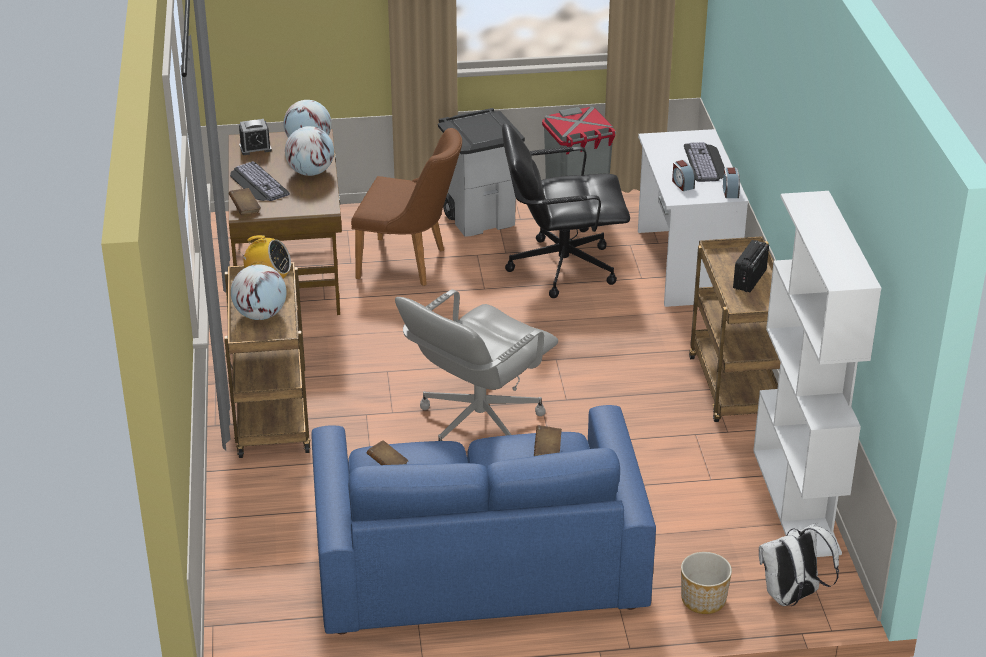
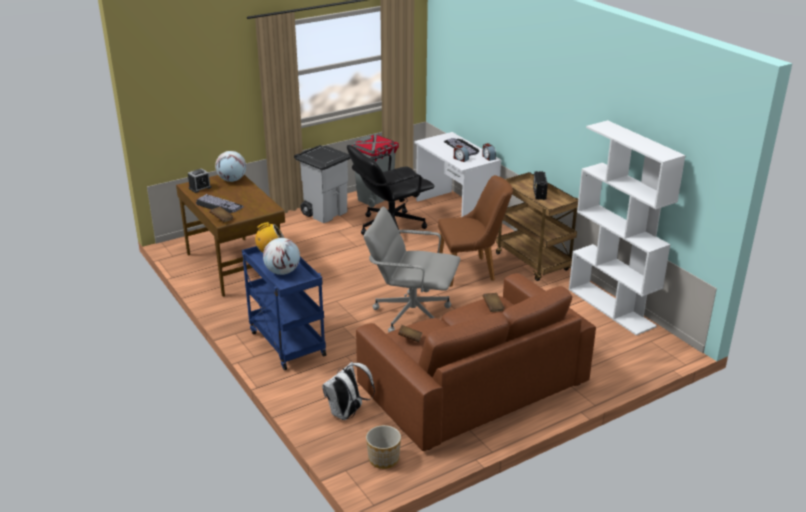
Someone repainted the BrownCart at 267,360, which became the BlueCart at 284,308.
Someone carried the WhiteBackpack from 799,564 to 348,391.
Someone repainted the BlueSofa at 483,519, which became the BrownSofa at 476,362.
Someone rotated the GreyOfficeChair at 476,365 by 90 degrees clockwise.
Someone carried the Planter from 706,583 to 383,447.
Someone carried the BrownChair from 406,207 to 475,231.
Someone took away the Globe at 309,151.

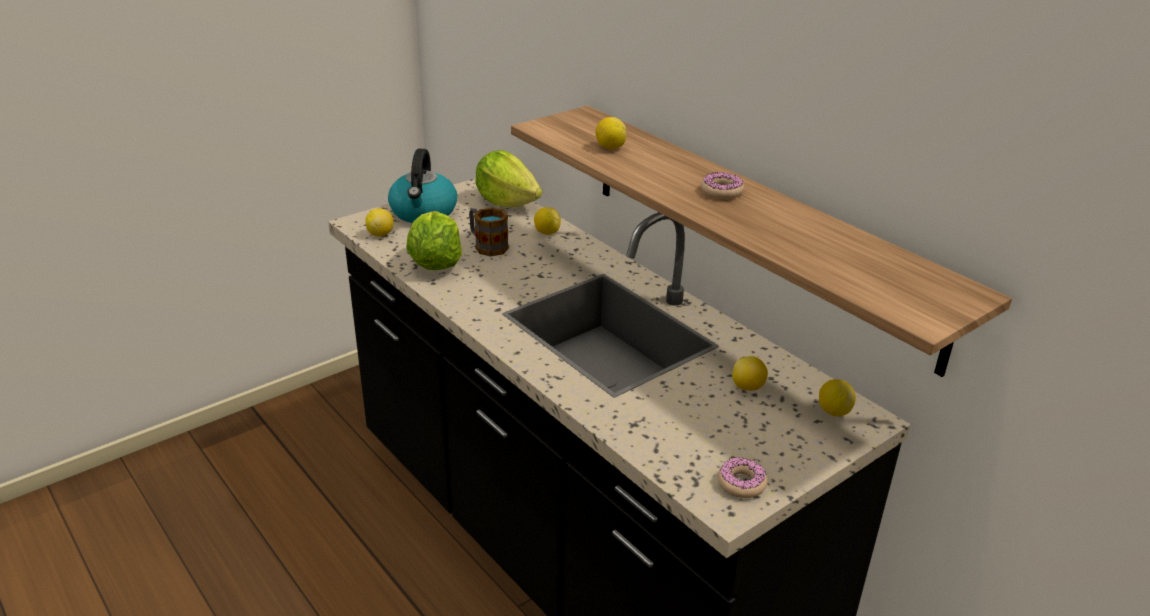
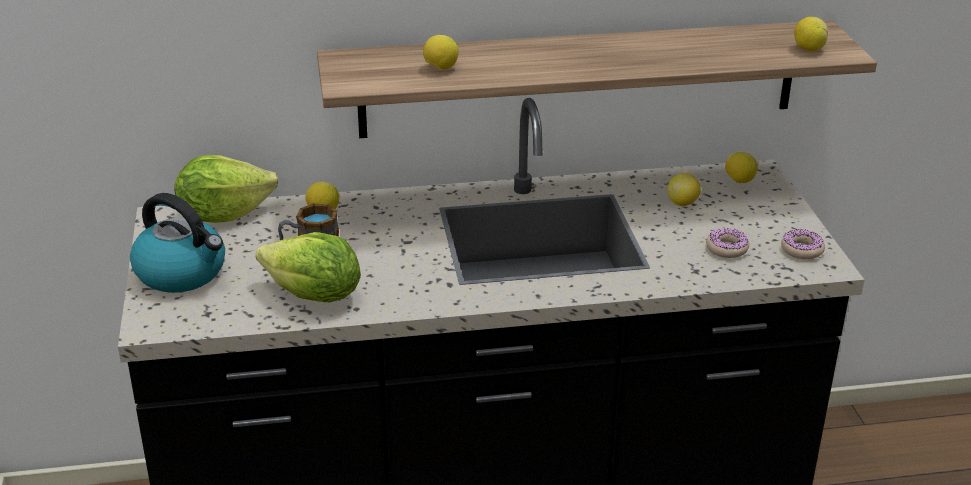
Someone carried the Donut from 722,185 to 727,243.
Someone carried the Lemon from 379,222 to 811,34.

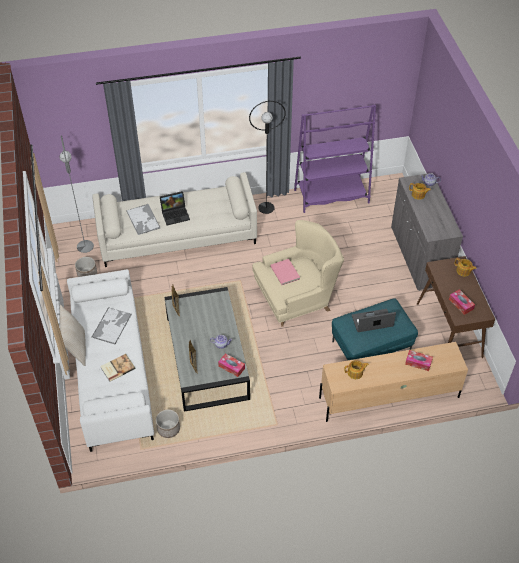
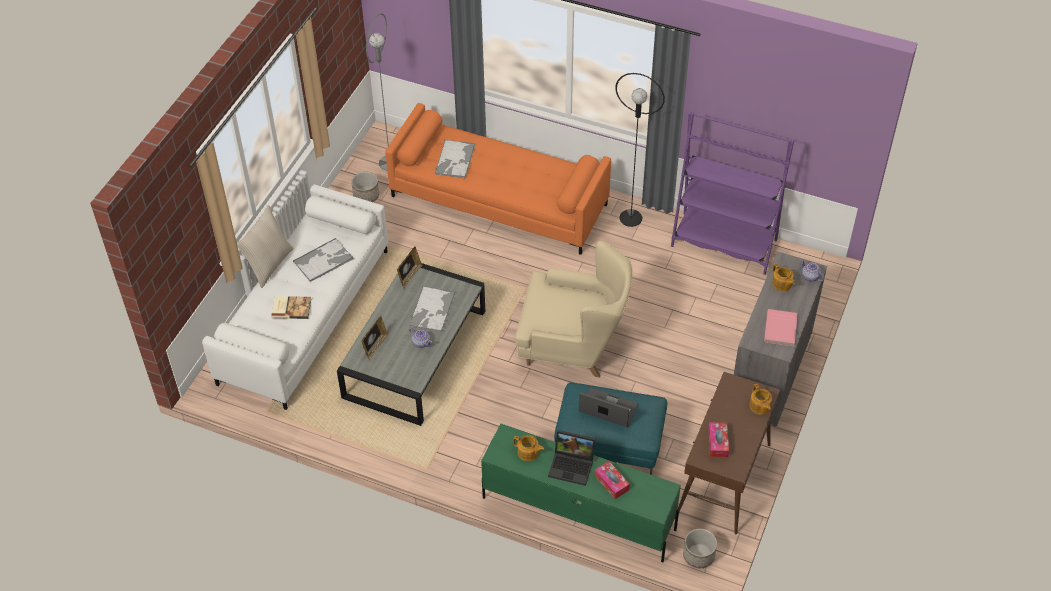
Someone repainted the BeigeSofa at 174,219, which became the OrangeSofa at 498,179.
Someone put down the Tray at 432,309.
Someone repainted the BeigeTvStand at 393,382, which became the GreenTvStand at 581,493.
Someone carried the Laptop from 175,208 to 572,458.
Someone carried the Planter from 168,423 to 700,548.
Someone carried the PinkBook from 285,272 to 781,327.
Someone took away the TissueBox at 231,365.

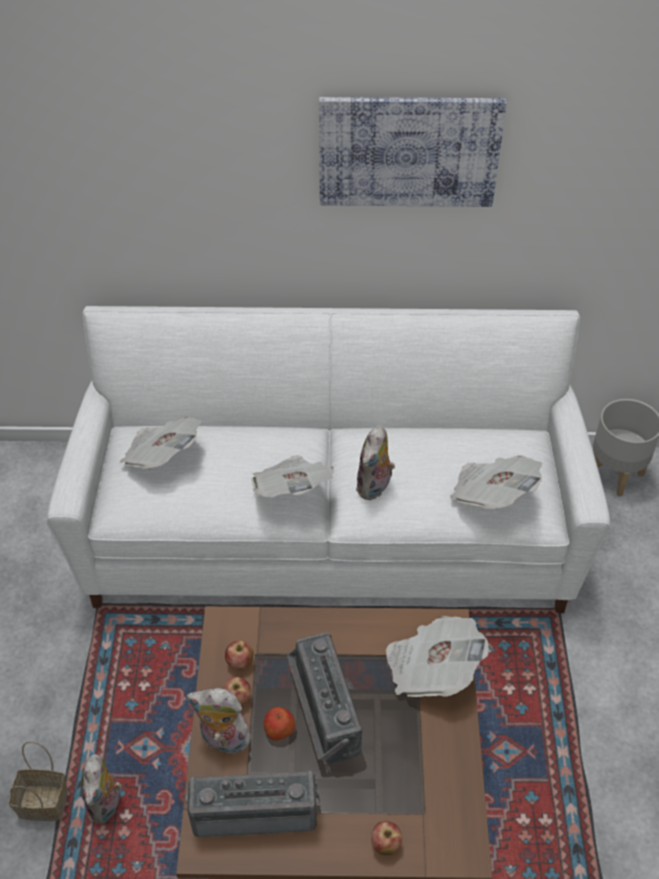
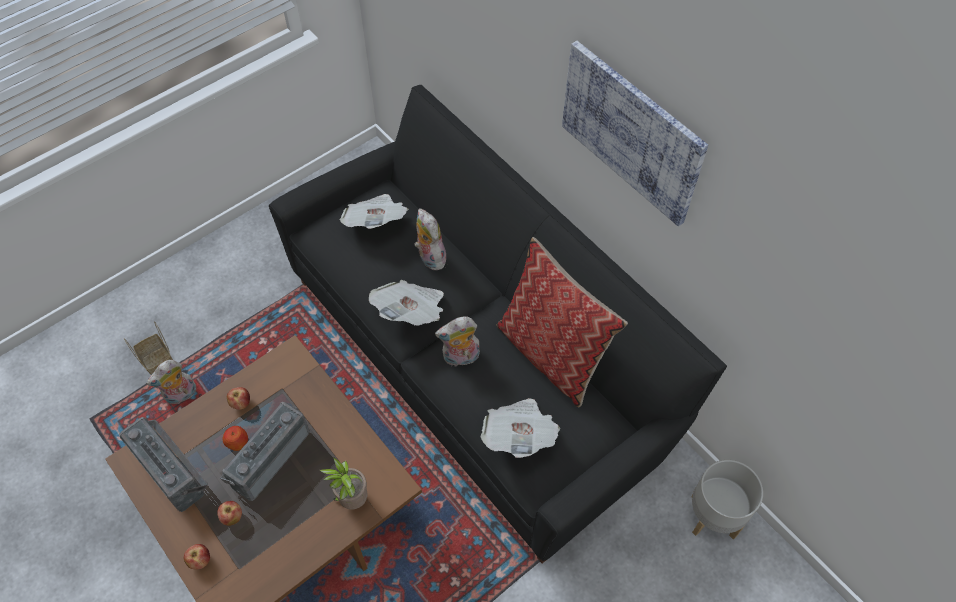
Someone carried the Apple from 239,655 to 229,513.
Someone repainted the WhiteSofa at 328,459, which became the BlackSofa at 498,324.
Someone swapped the Newspaper at 437,656 for the PottedPlant at 343,483.
Someone carried the PlushToy from 219,721 to 430,239.
Someone put down the Pillow at 562,322.

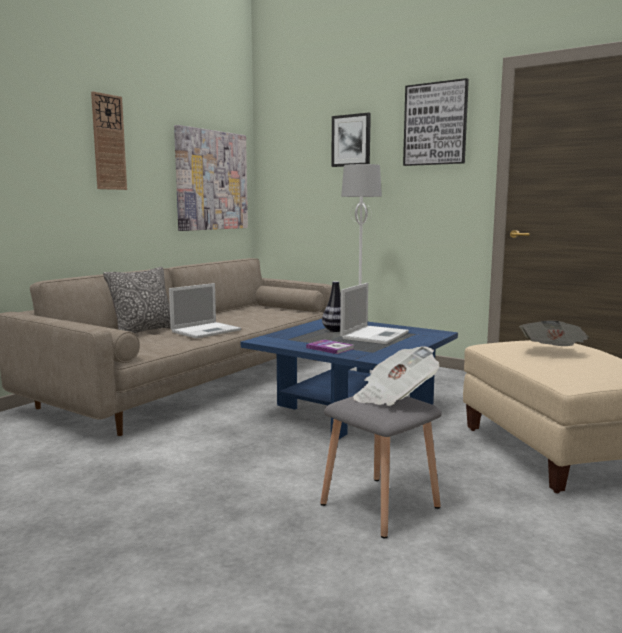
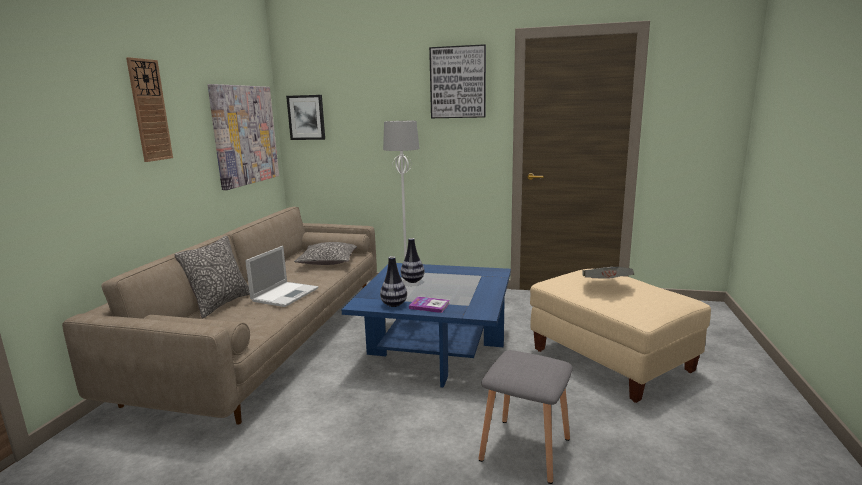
Someone carried the Picture from 351,140 to 305,117.
Someone put down the Pillow at 325,253.
Someone put down the Vase at 393,281.
Someone took away the Laptop at 374,313.
Someone took away the Newspaper at 396,376.

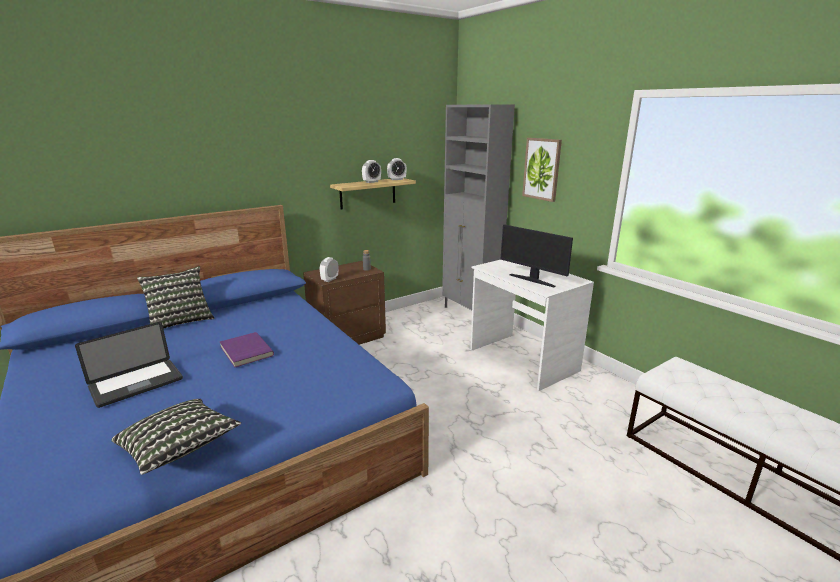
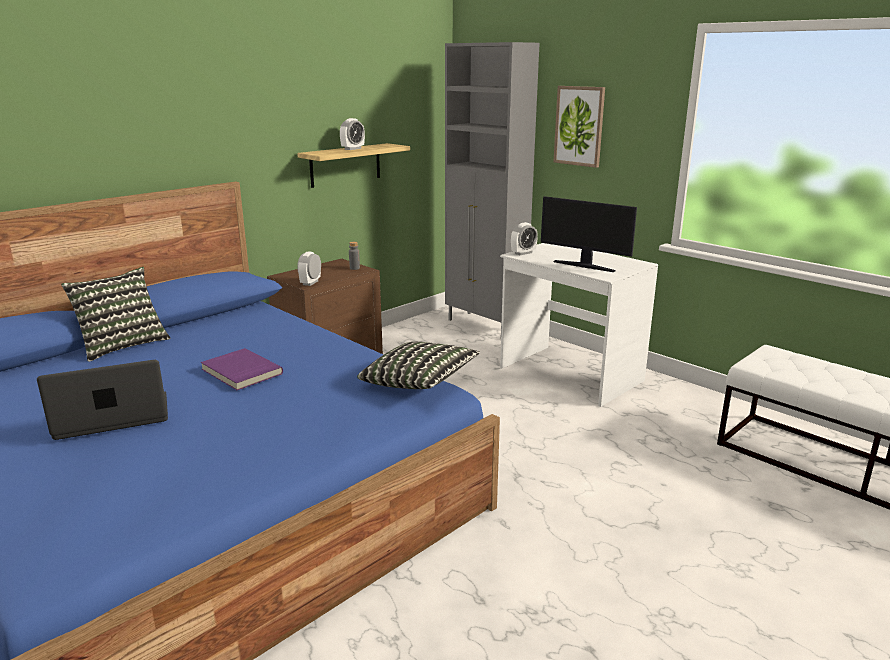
Someone rotated the Laptop at 129,365 by 150 degrees counterclockwise.
Someone carried the Pillow from 176,437 to 418,365.
Someone carried the AlarmClock from 397,169 to 524,238.

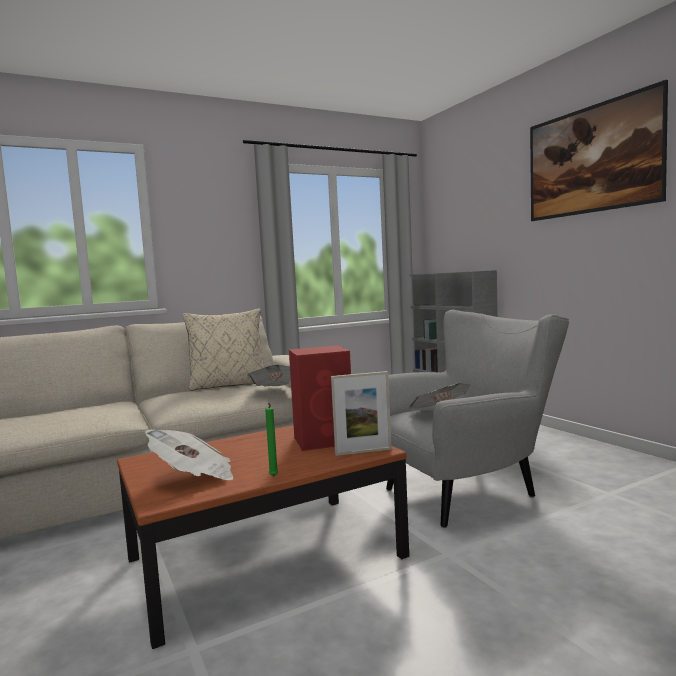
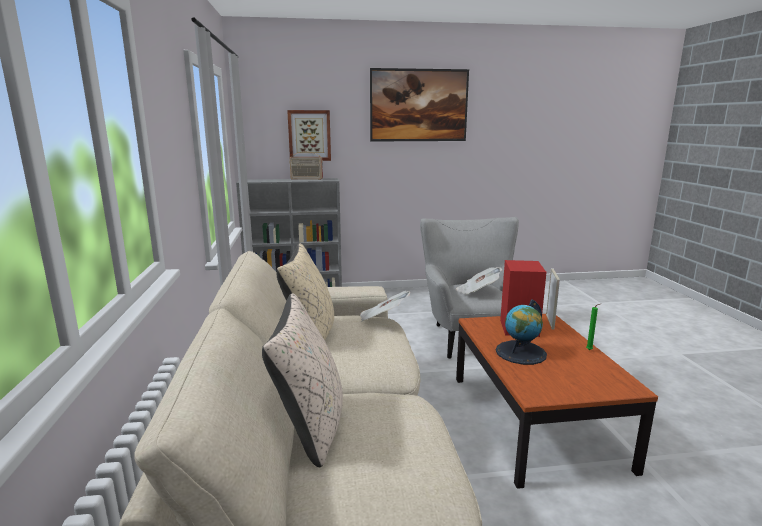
Someone put down the BeigePillow at 302,380.
Someone put up the Picture at 309,135.
Someone put down the Radio at 306,165.
Someone put down the Globe at 521,332.
Someone took away the Newspaper at 189,455.

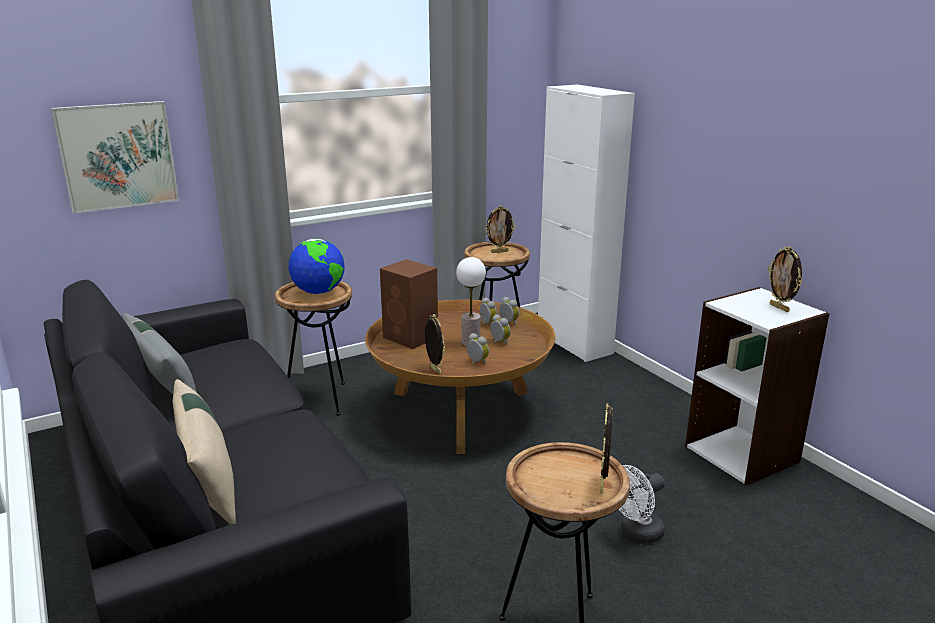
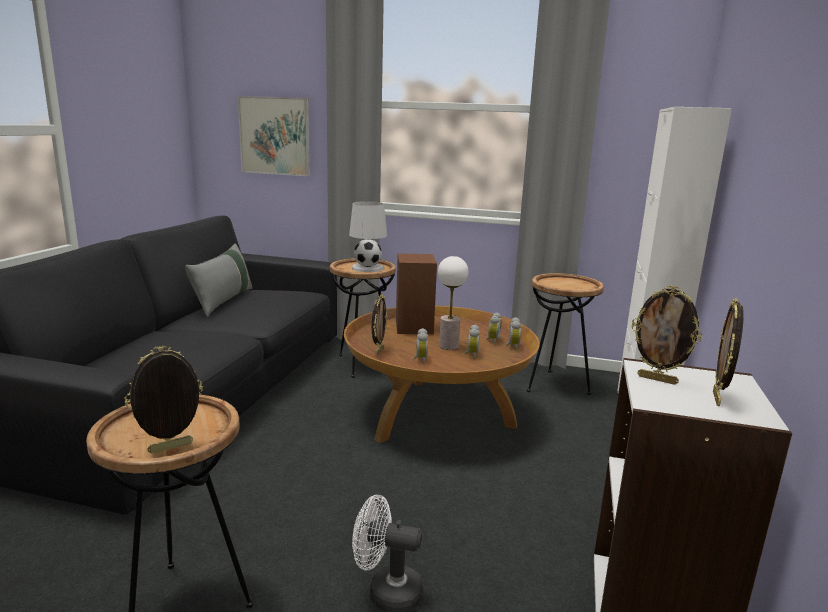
Someone swapped the Globe at 316,266 for the WhiteTableLamp at 368,236.
Someone carried the PictureFrame from 500,229 to 667,335.
Someone took away the BeigePillow at 204,452.

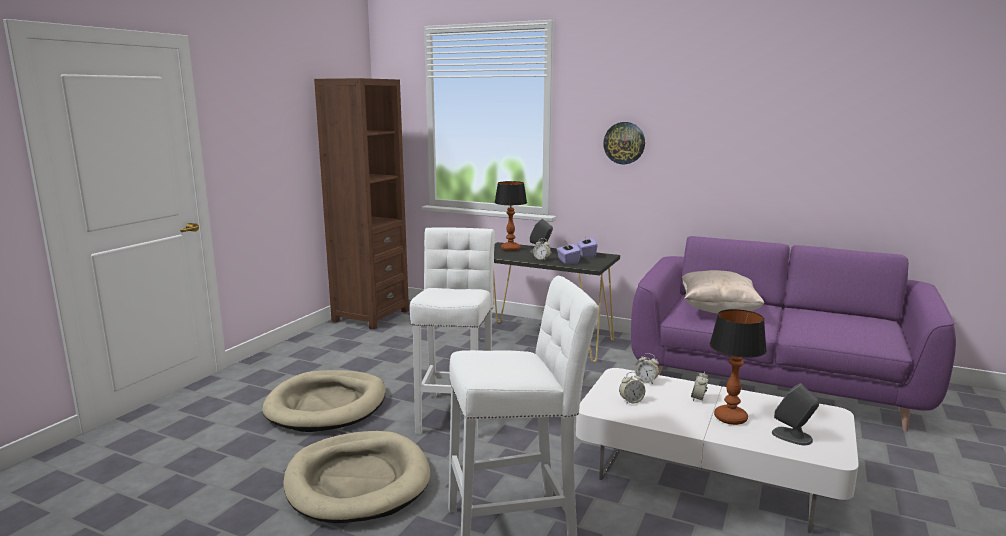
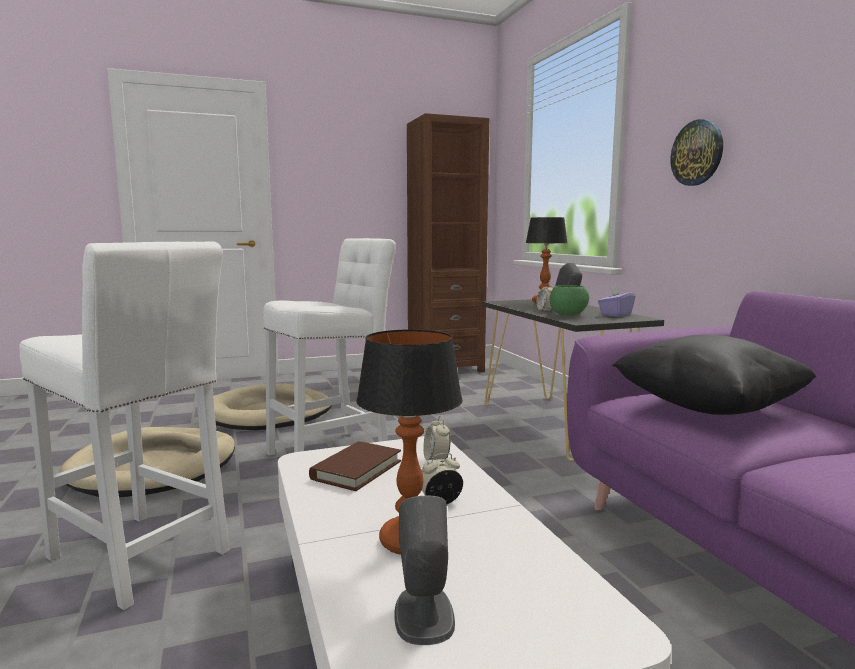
Someone swapped the AlarmClock at 632,388 for the BrownBook at 355,466.
Someone swapped the PurpleTissueBox at 569,252 for the GreenBowl at 569,300.
Someone repainted the BeigePillow at 723,292, which became the BlackPillow at 714,375.

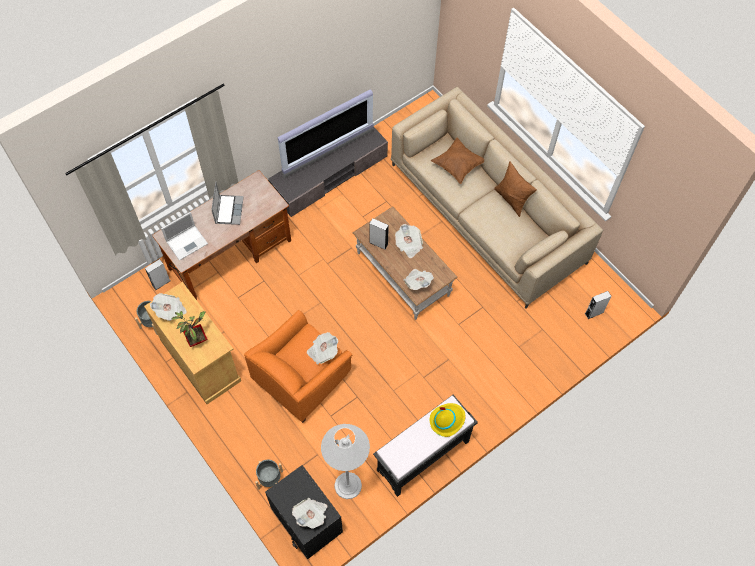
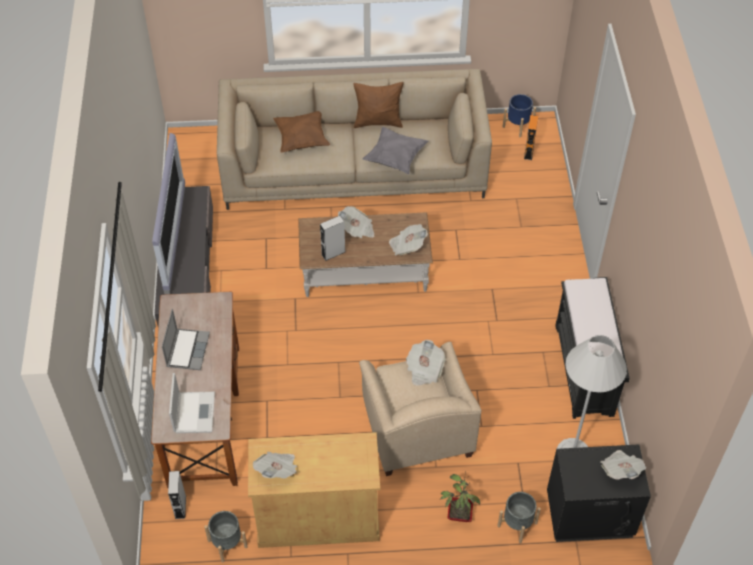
Someone rotated the Laptop at 227,203 by 60 degrees clockwise.
Someone repainted the OrangeArmchair at 298,366, which became the BeigeArmchair at 420,409.
Someone put down the GreyPillow at 395,150.
Someone carried the PottedPlant from 189,329 to 460,496.
Someone put down the BluePlanter at 519,115.
Someone repainted the GreySpeaker at 598,305, which became the OrangeSpeaker at 531,137.
Someone took away the YellowHat at 448,420.

